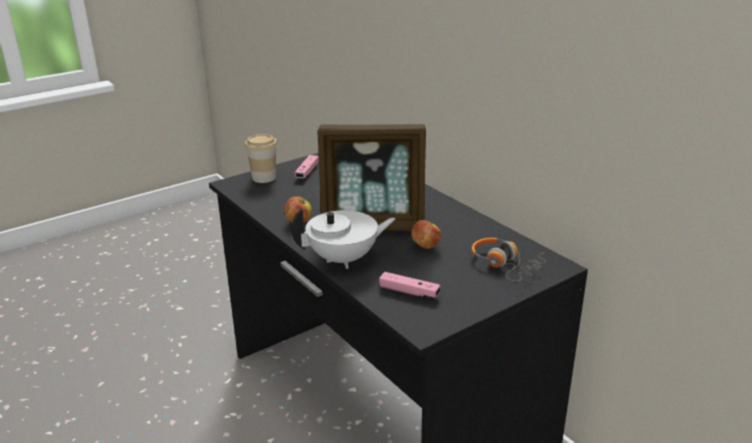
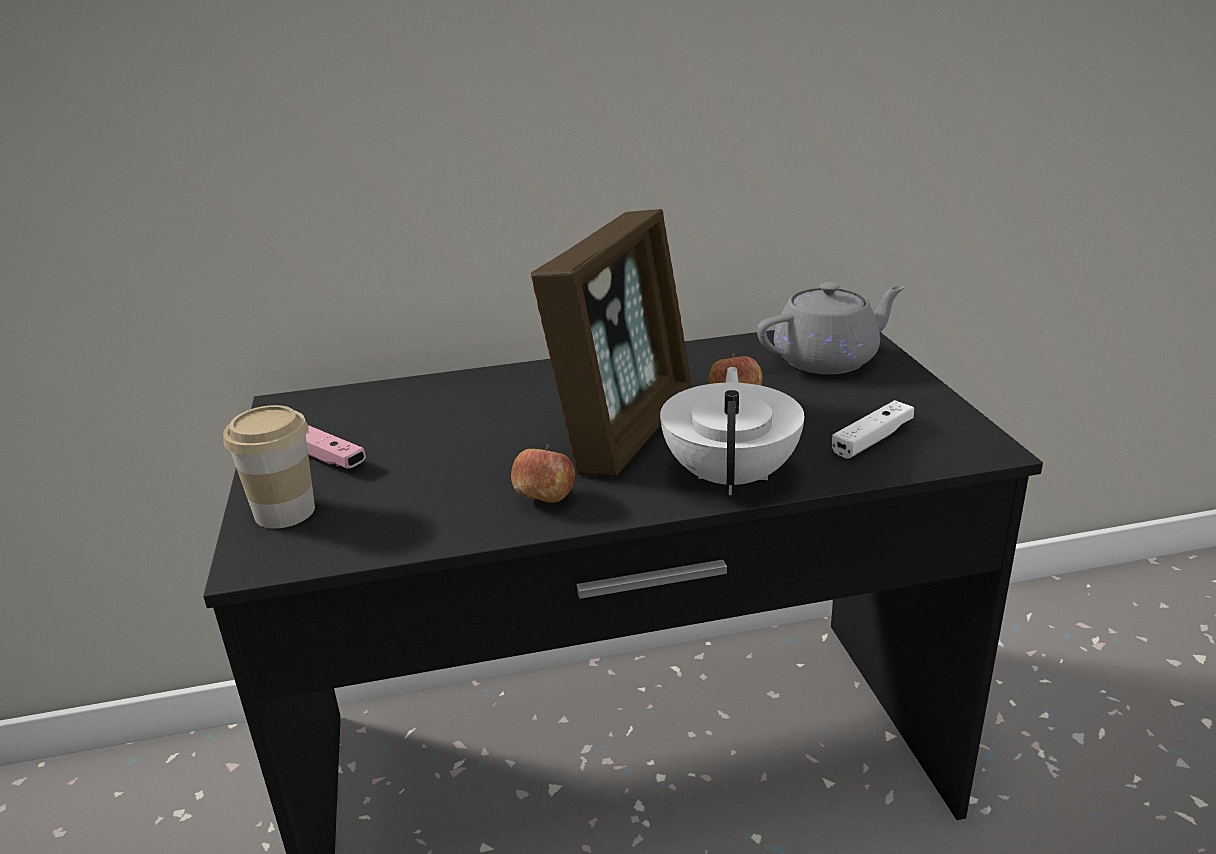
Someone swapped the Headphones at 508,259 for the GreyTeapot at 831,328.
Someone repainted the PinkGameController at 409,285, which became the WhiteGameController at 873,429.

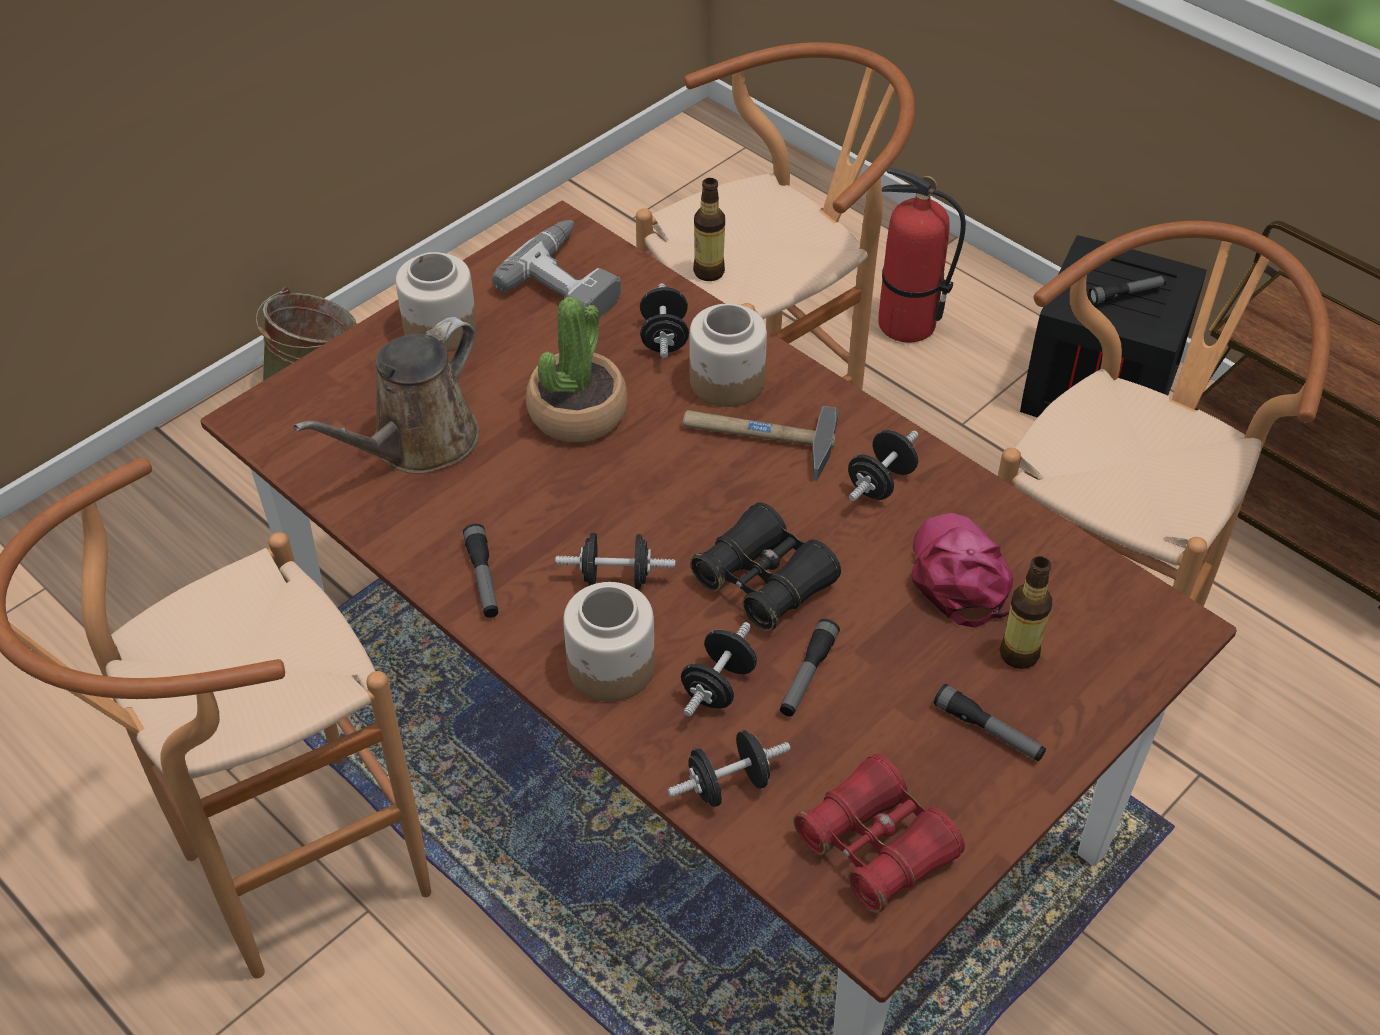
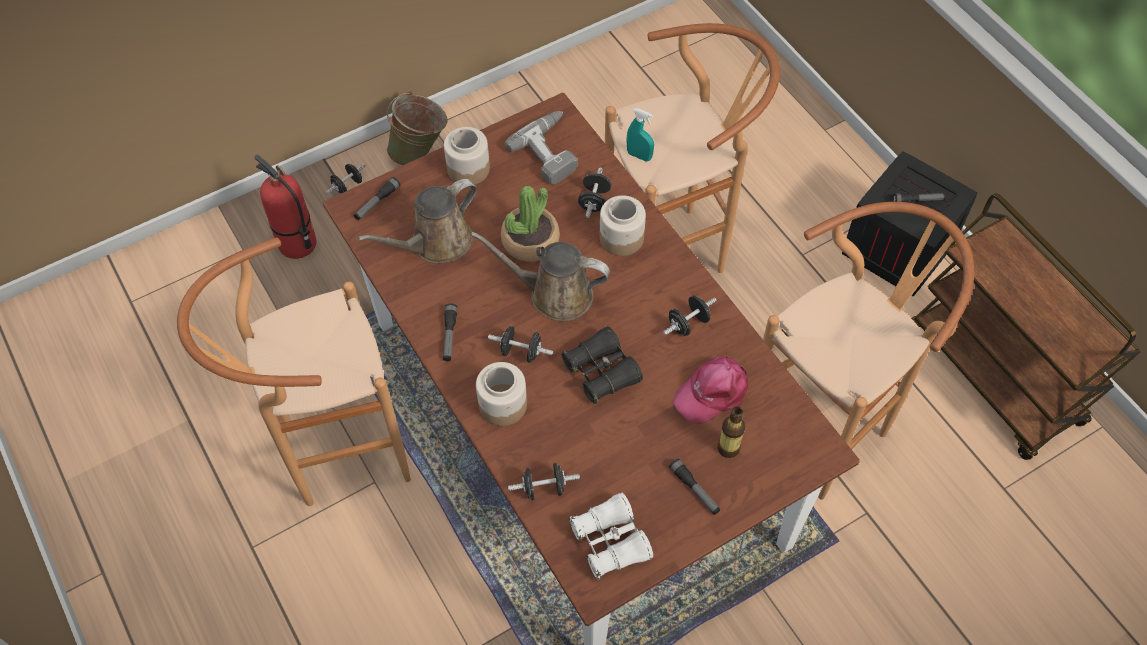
Someone carried the FireExtinguisher from 922,255 to 285,207.
Someone carried the BlackDumbbell from 719,669 to 346,179.
Someone carried the Flashlight from 810,668 to 377,198.
Someone put down the BrownWateringCan at 540,276.
Someone repainted the RedBinoculars at 879,833, which became the WhiteBinoculars at 611,536.
Someone swapped the Bottle at 709,229 for the TurquoiseSprayBottle at 640,134.
Someone rotated the PinkCap at 962,570 by 135 degrees counterclockwise.
Someone took away the Hammer at 761,443.

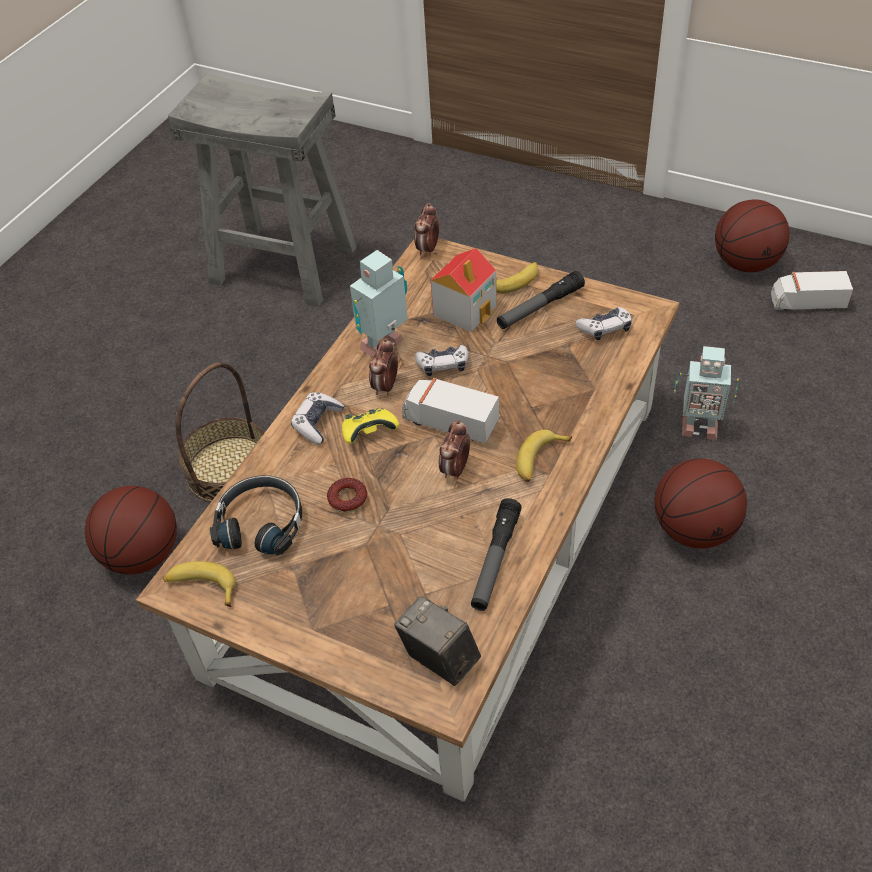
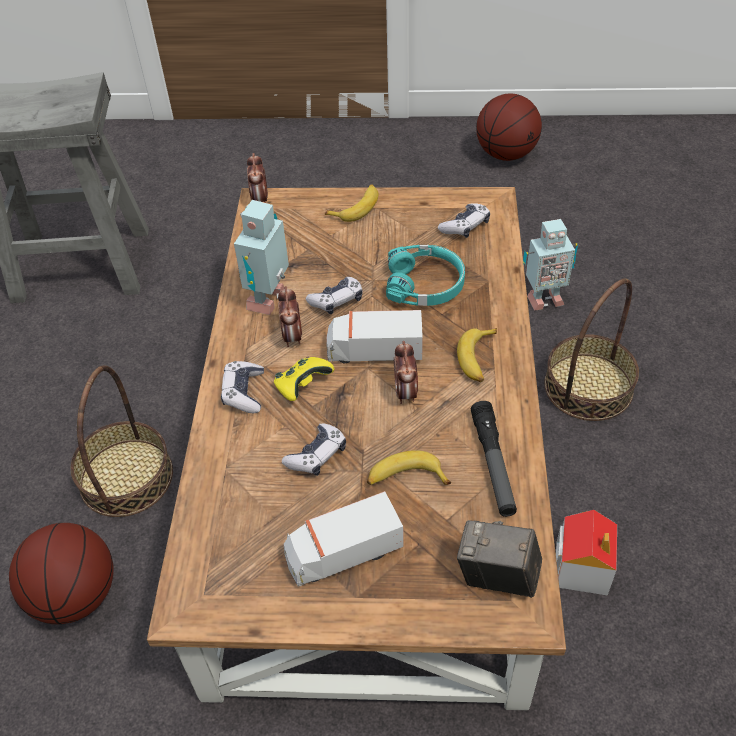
Someone swapped the Donut at 347,495 for the GameController at 314,449.
Someone carried the ToyTruck from 812,291 to 344,539.
Someone carried the Banana from 199,584 to 409,467.
Someone put down the TurquoiseHeadphones at 425,275.
Someone swapped the Basketball at 700,503 for the Basket at 591,349.
Someone carried the ToyHouse from 464,290 to 586,552.
Someone took away the BlackHeadphones at 256,515.
Someone took away the Flashlight at 541,300.

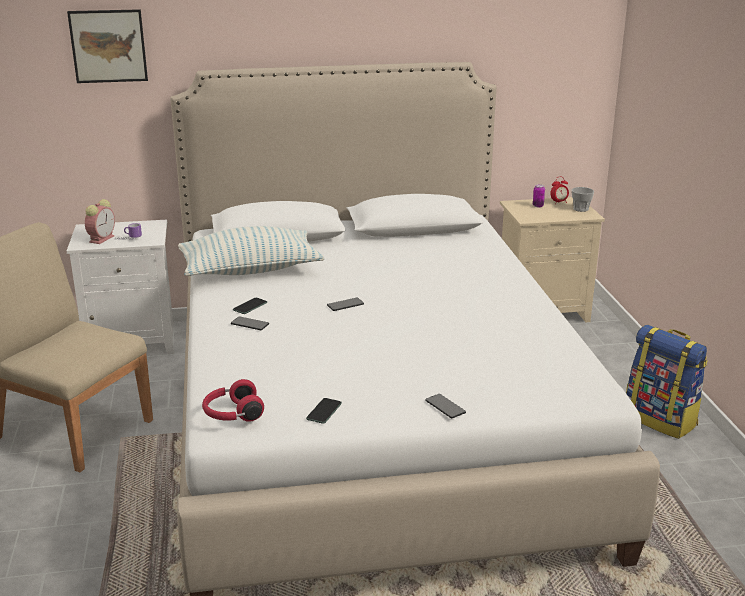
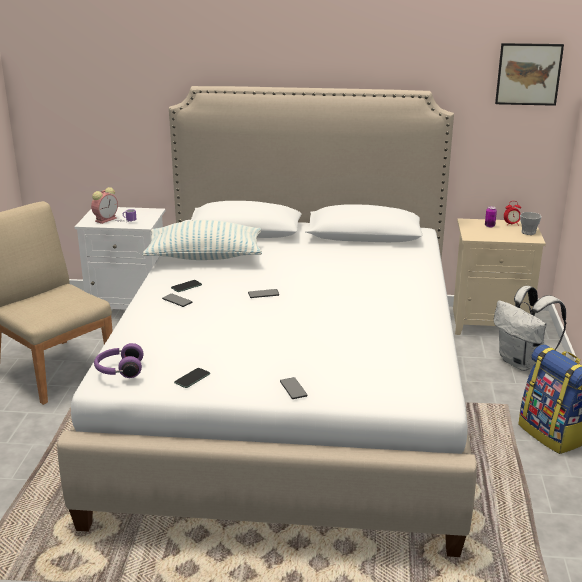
Someone repainted the RedHeadphones at 233,400, which became the PurpleHeadphones at 118,360.
Someone put down the WhiteBackpack at 530,328.
Someone carried the Picture from 107,46 to 529,74.

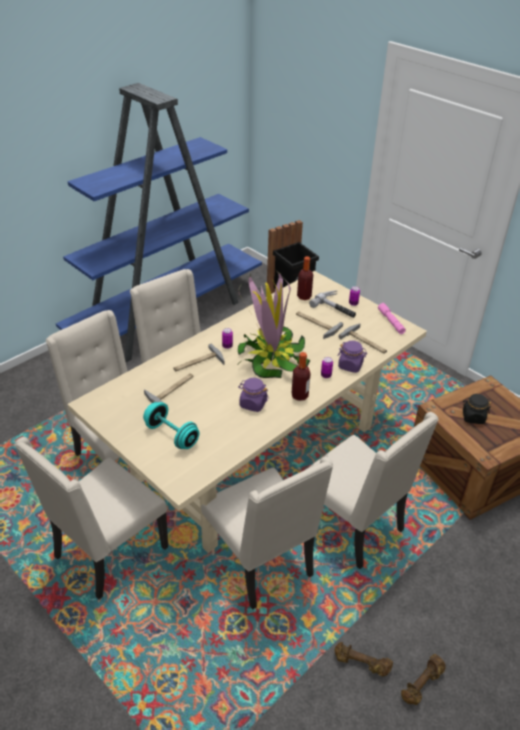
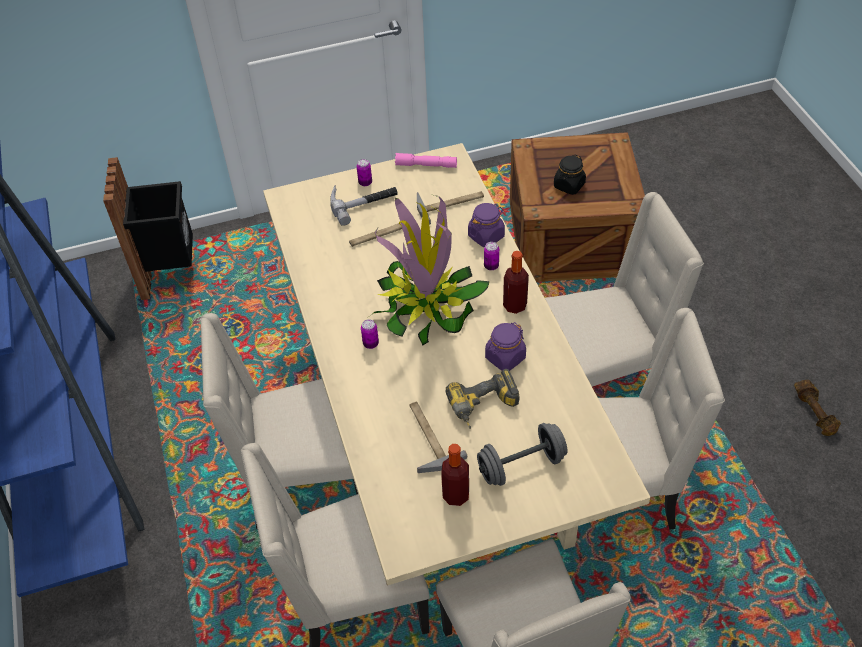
Someone carried the Bottle from 305,278 to 455,475.
Someone put down the PowerDrill at 482,399.
Someone repainted the TurquoiseDumbbell at 171,425, which became the GreyDumbbell at 522,454.
Someone took away the Hammer at 199,357.
Someone took away the BrownDumbbell at 363,659.

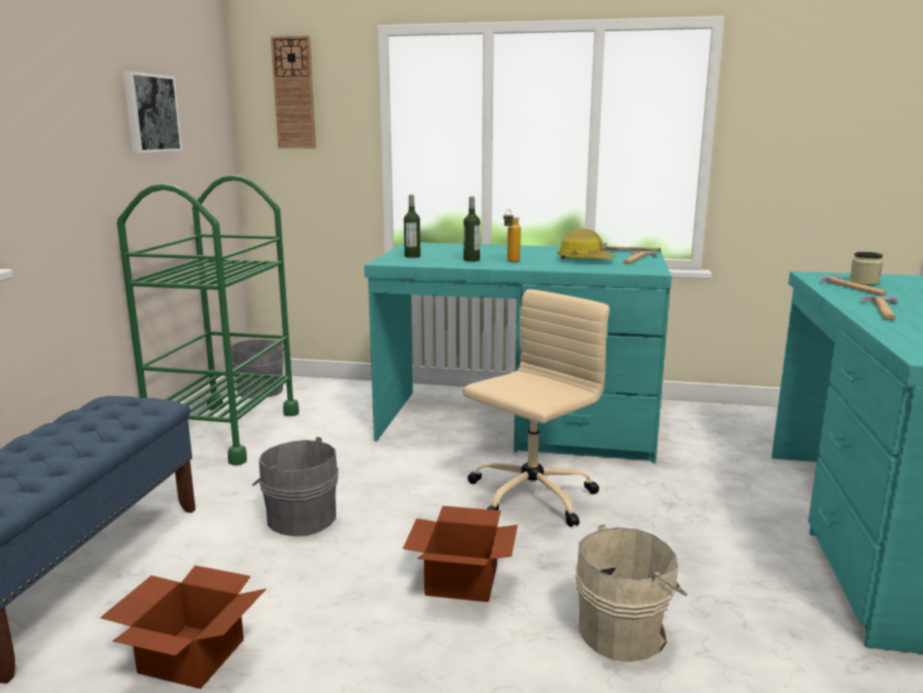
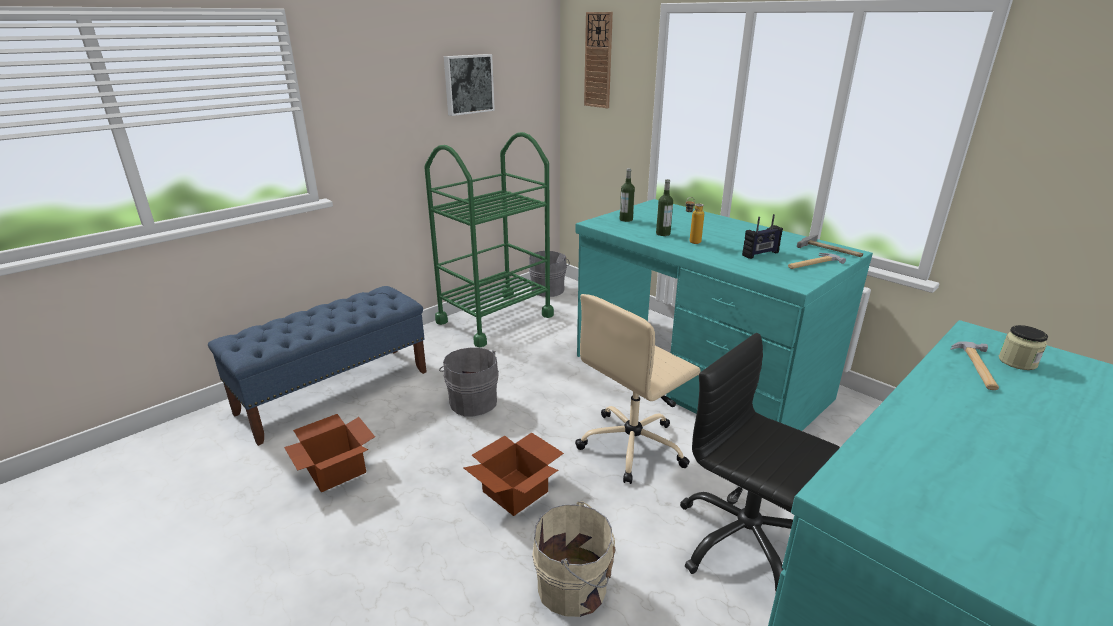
Someone rotated the BeigeOfficeChair at 536,408 by 150 degrees clockwise.
Someone put down the BlackOfficeChair at 760,462.
Someone swapped the HardHat at 586,243 for the Radio at 762,236.
Someone took away the Hammer at 878,308.

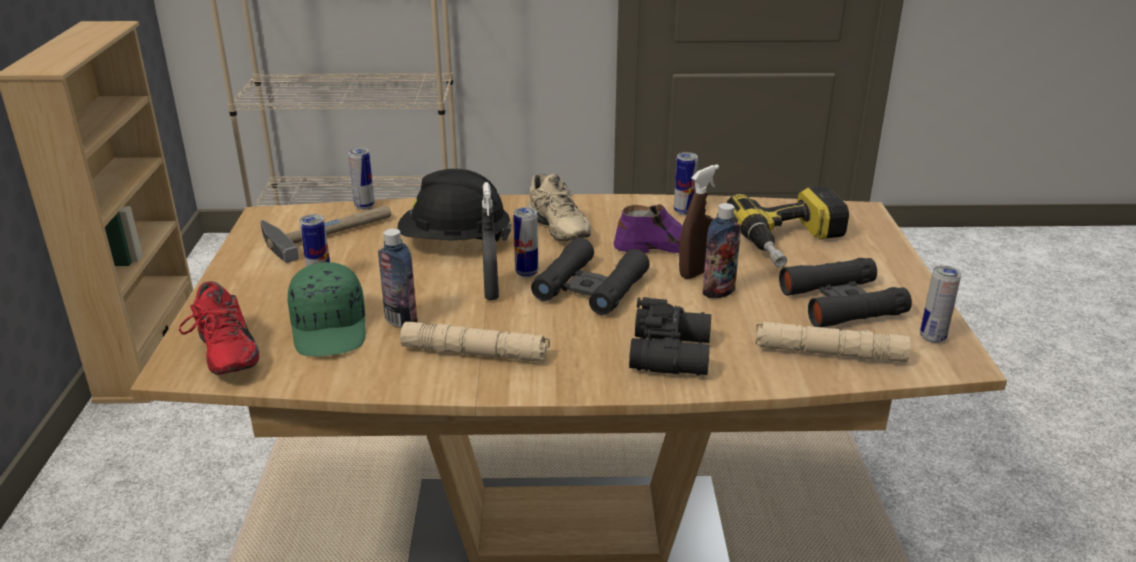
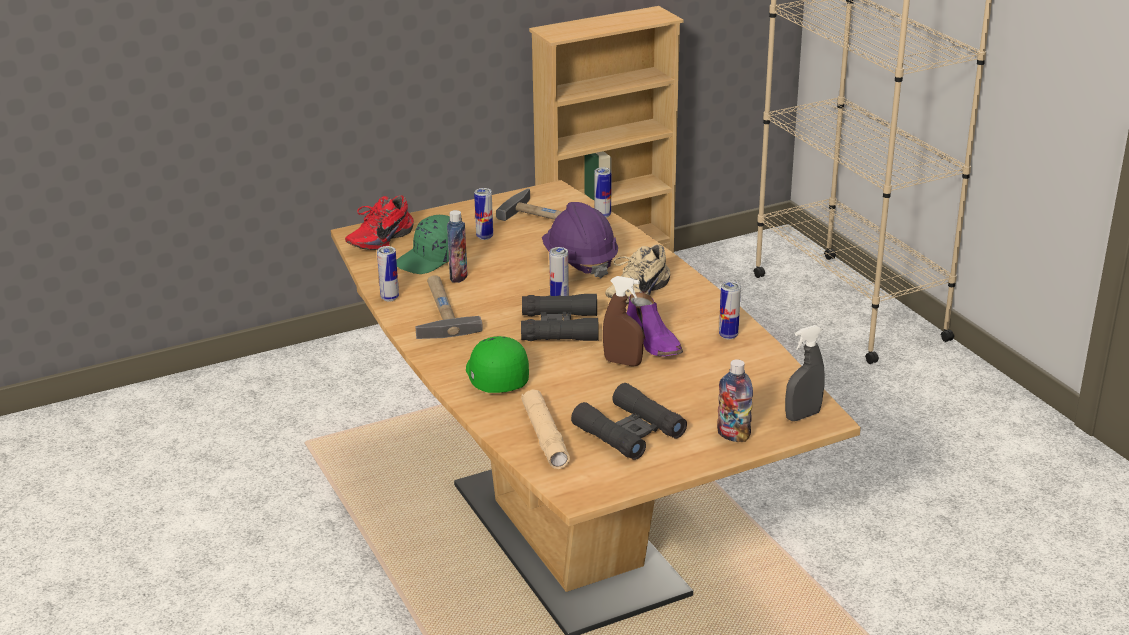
Someone carried the Can from 940,304 to 388,273.
Someone swapped the BeigeFlashlight at 475,342 for the Hammer at 449,307.
Someone swapped the BlackBinoculars at 670,336 for the GreenCap at 497,364.
Someone repainted the BlackHardHat at 455,205, which became the PurpleHardHat at 580,240.
Someone carried the Bottle from 722,250 to 735,400.
Someone carried the GreySprayBottle from 490,241 to 805,373.
Someone took away the PowerDrill at 788,227.

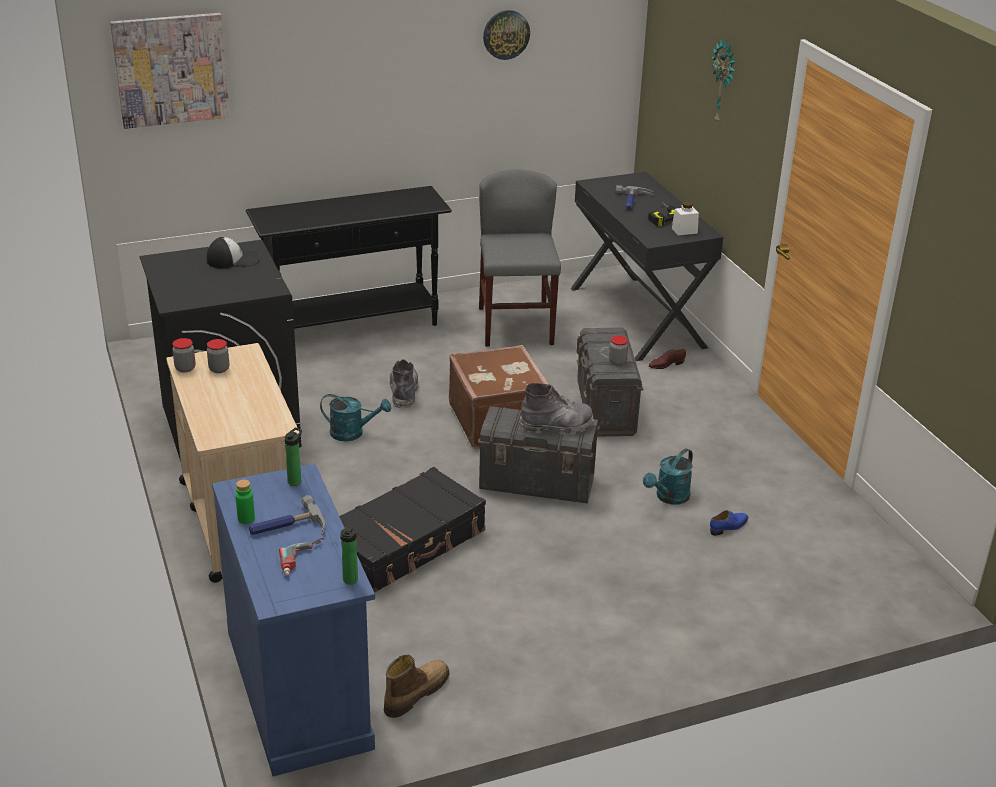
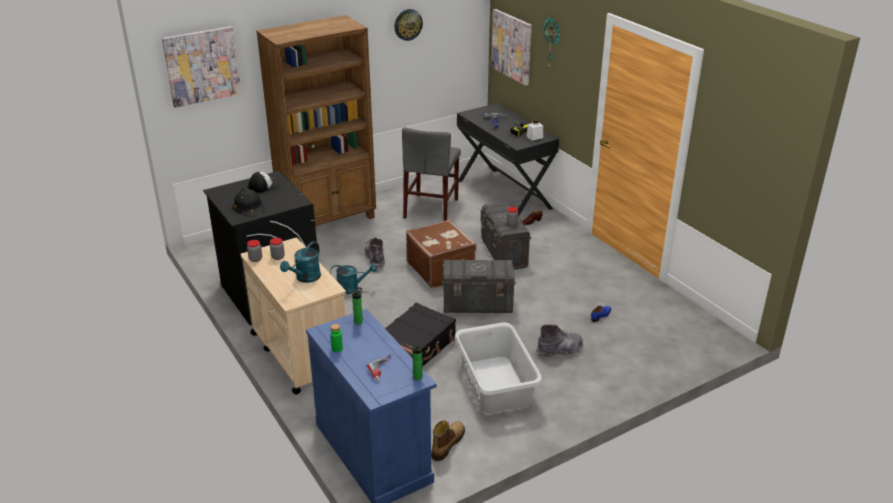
Someone put down the BlackHardHat at 249,203.
Someone swapped the BlackConsoleTable at 349,257 for the BrownBookcase at 316,120.
Someone carried the TurquoiseWateringCan from 668,476 to 300,262.
Someone rotated the GreyChair at 520,258 by 150 degrees counterclockwise.
Someone put down the GreyLaundryBasket at 498,368.
Someone put up the Picture at 511,47.
Someone carried the GreyBoot from 556,409 to 559,341.
Someone took away the Hammer at 287,515.

